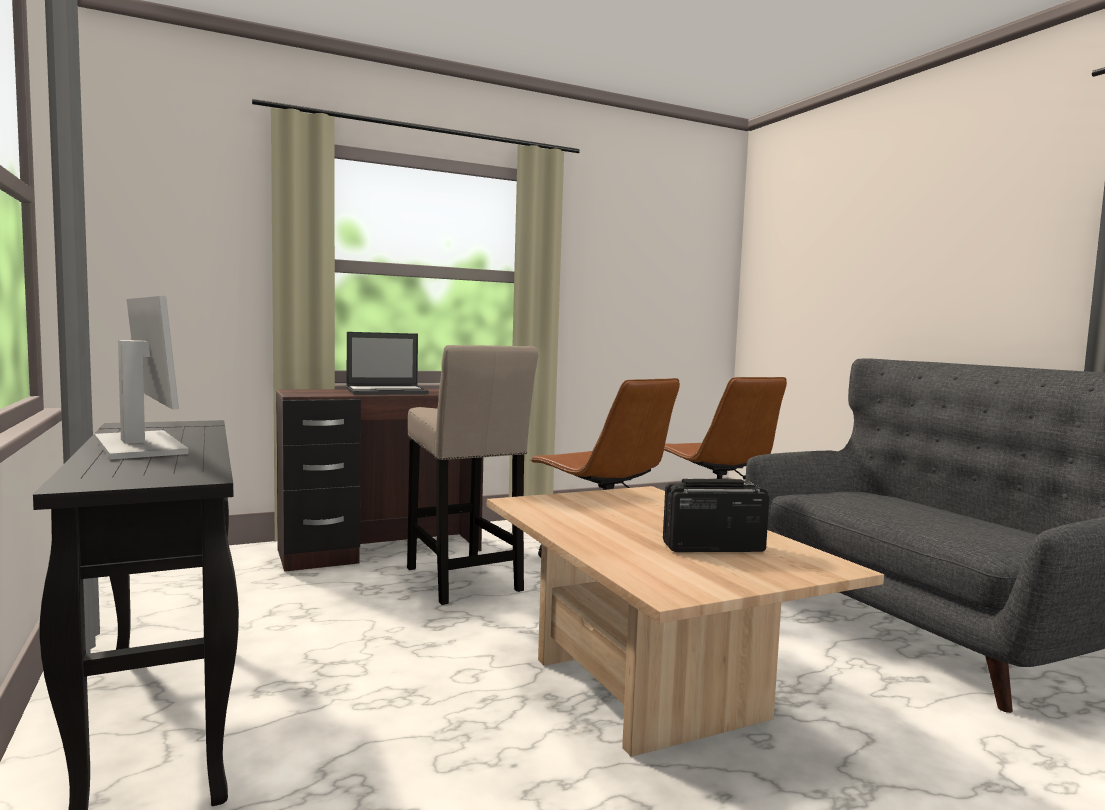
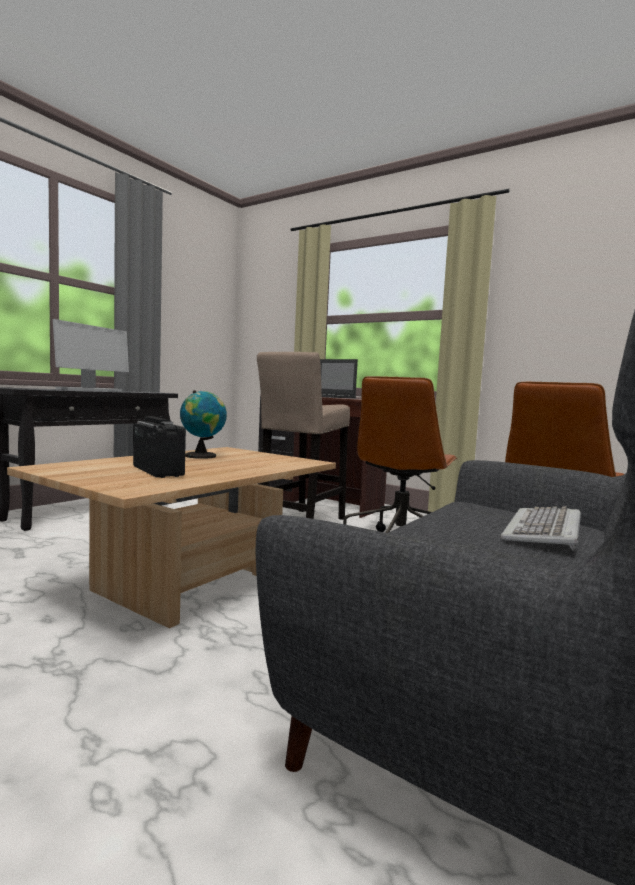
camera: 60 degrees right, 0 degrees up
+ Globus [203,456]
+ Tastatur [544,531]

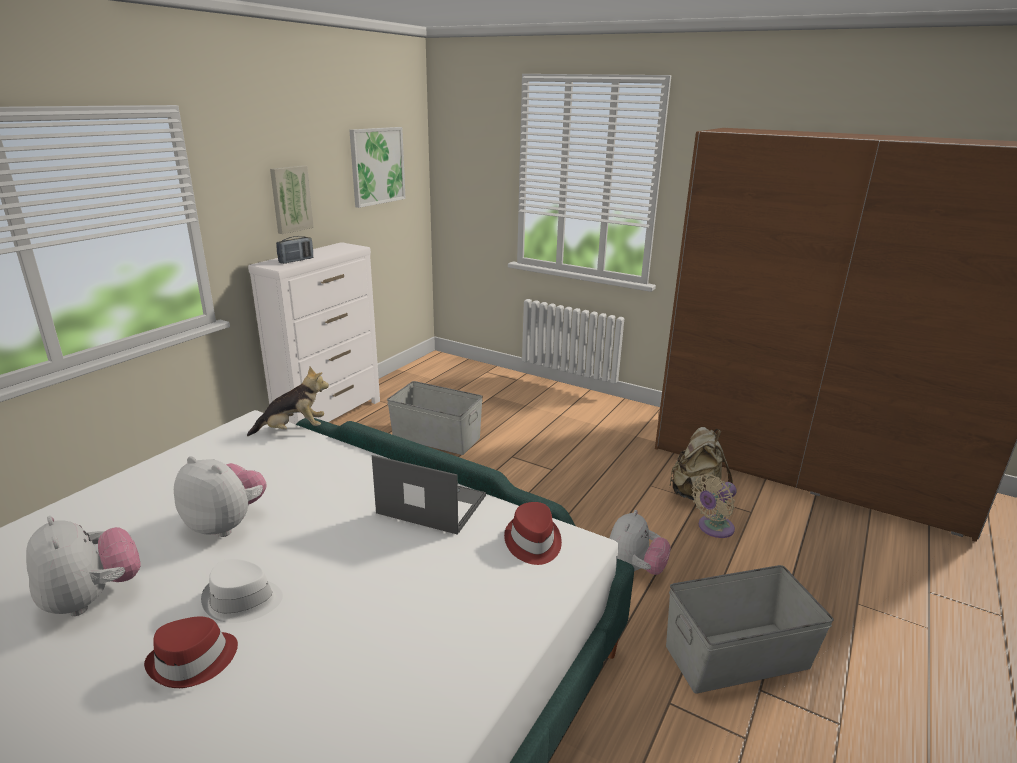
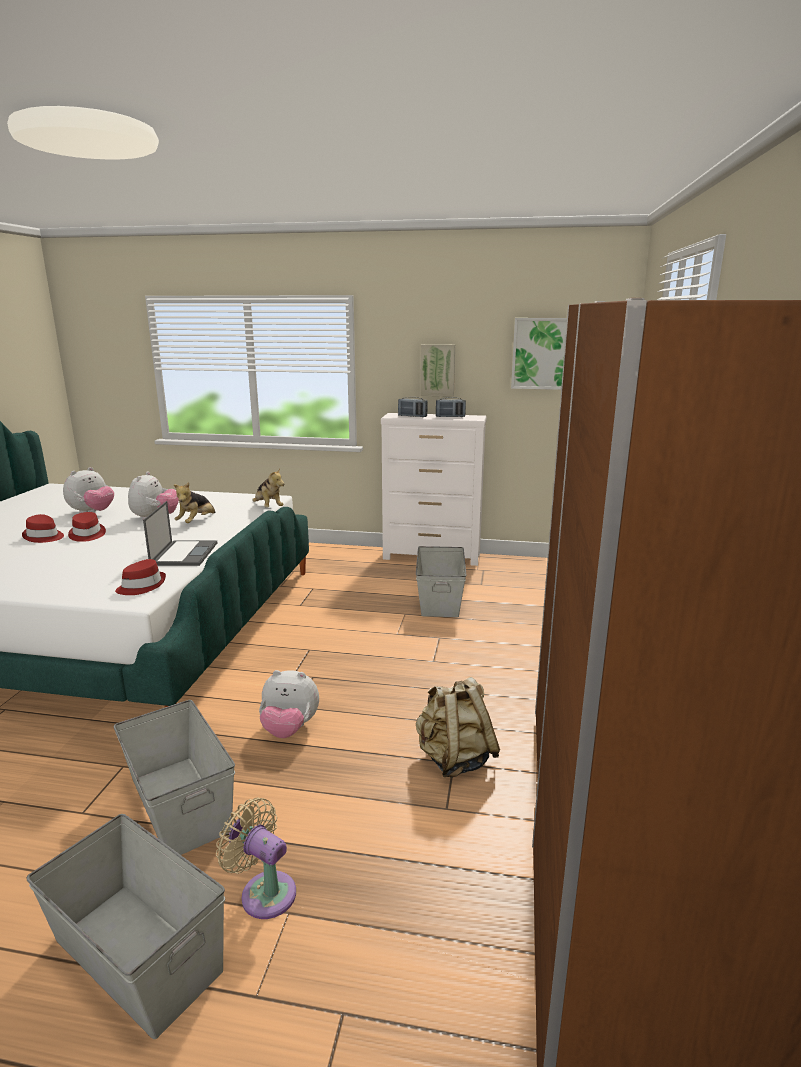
camera: 70 degrees right, 5 degrees down
~ Ventilator/beige [713,528] to [264,891]
~ Hut/weiß [242,601] to Hut/rot [87,535]
+ Radio [450,417]
+ Plüschtier [196,522]
+ Aufbewahrungsbox/grau [137,956]

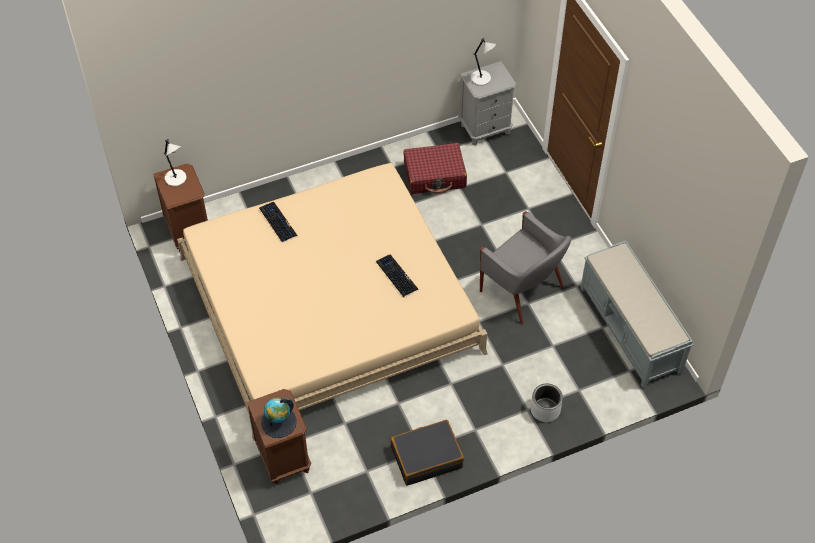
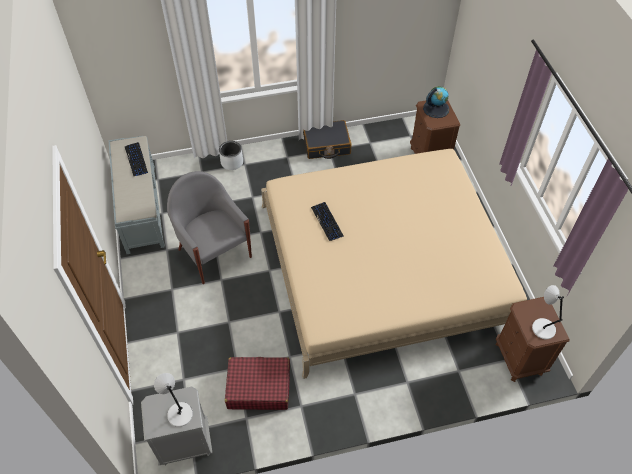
camera: 170 degrees left, 0 degrees up
~ Tastatur [278,222] to [136,160]

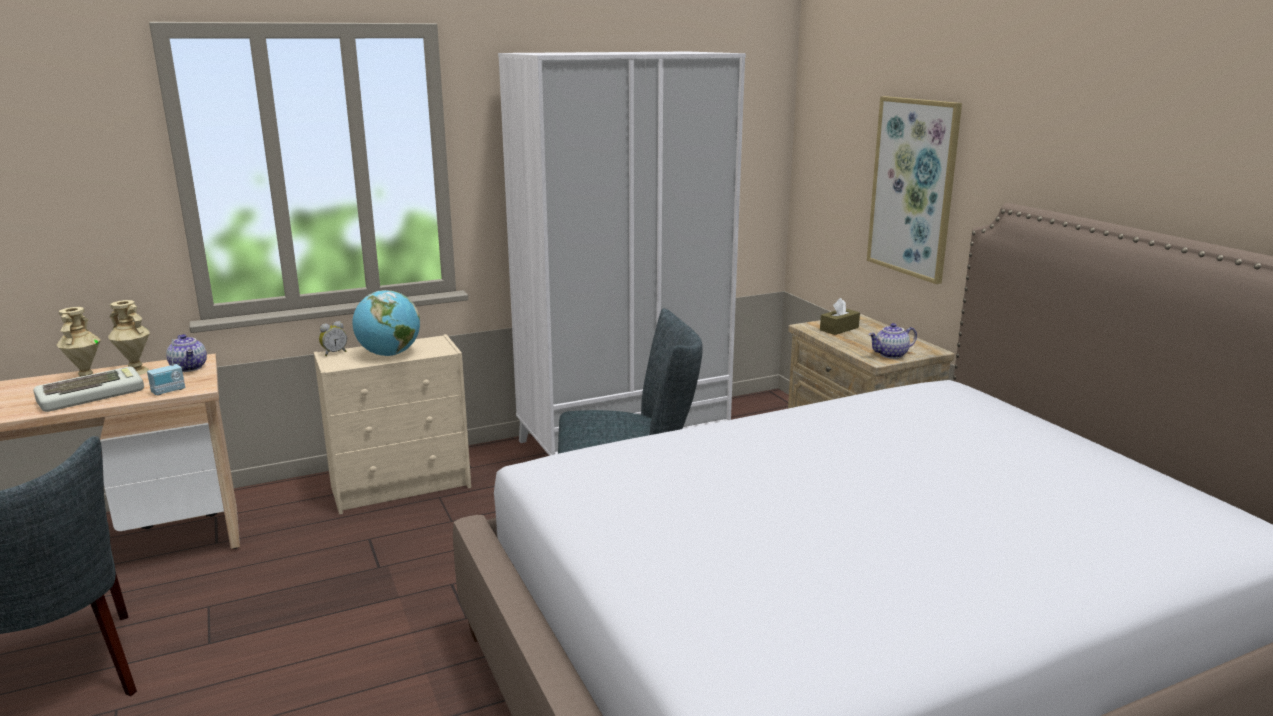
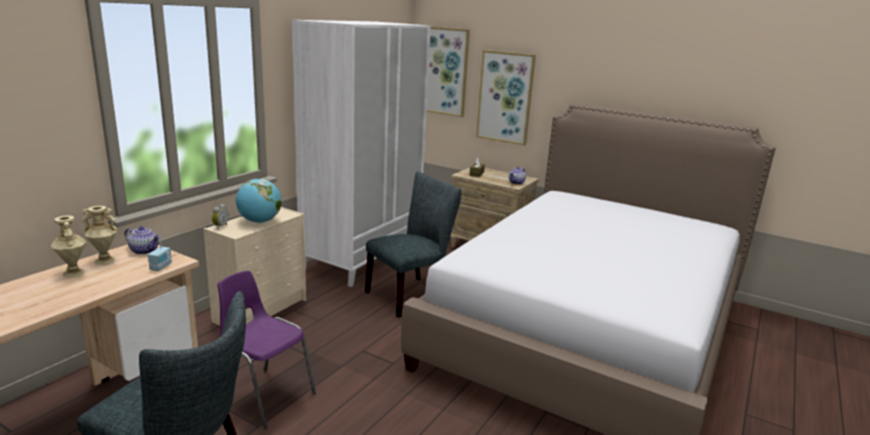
camera: 35 degrees left, 0 degrees up
- Tastatur [92,395]
+ Bild [443,71]
+ Stuhl/lila [265,395]

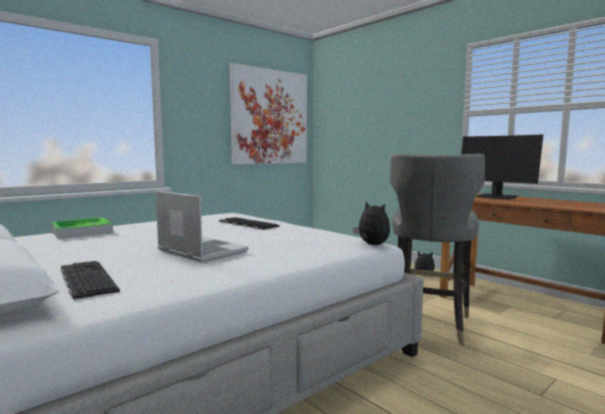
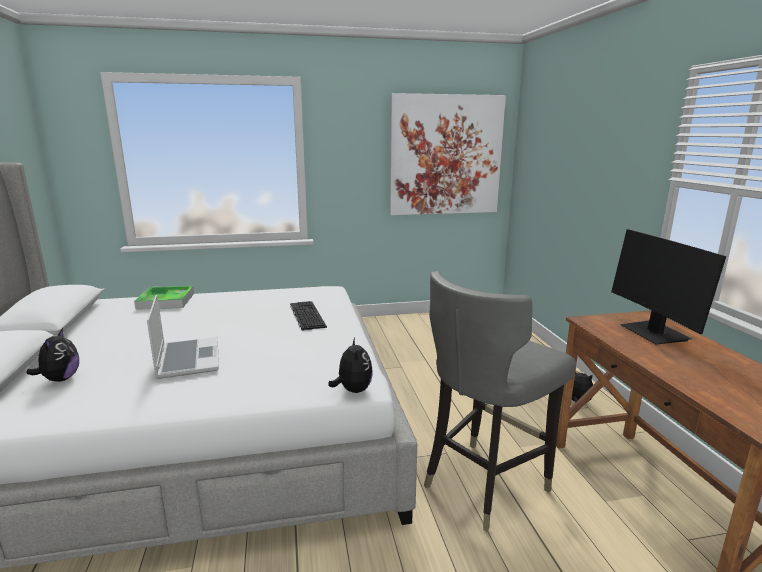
camera: 30 degrees right, 10 degrees up
~ Tastatur [85,279] to Plüschtier [60,379]

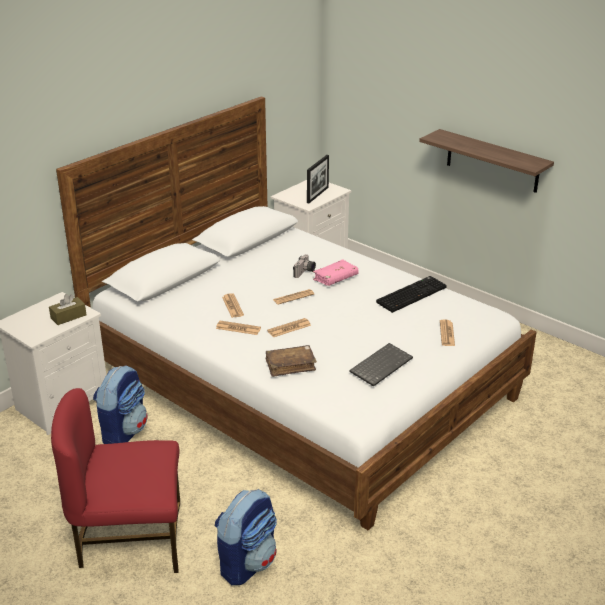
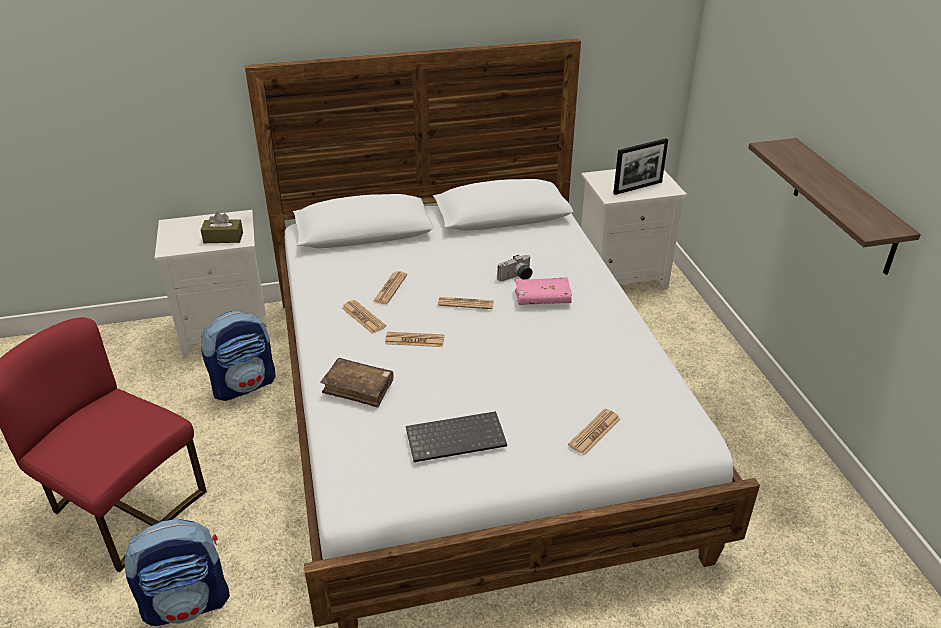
camera: 35 degrees right, 5 degrees up
- Tastatur [411,294]

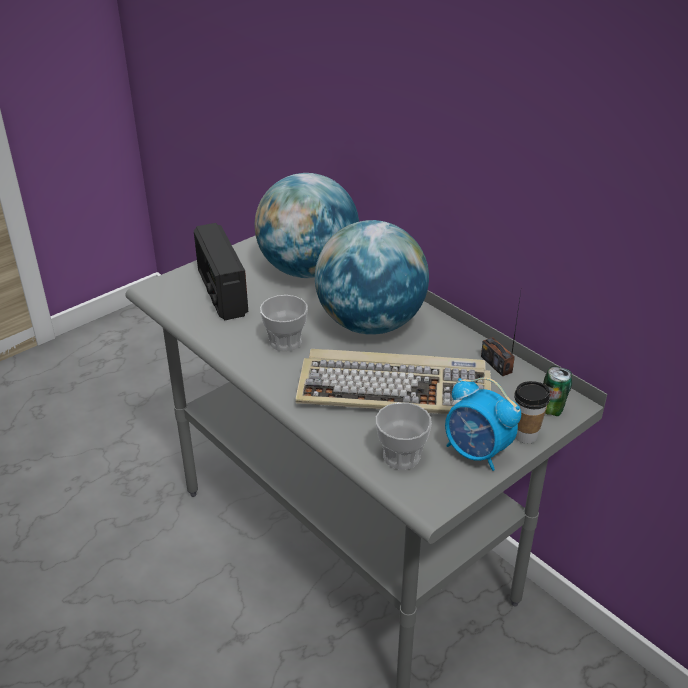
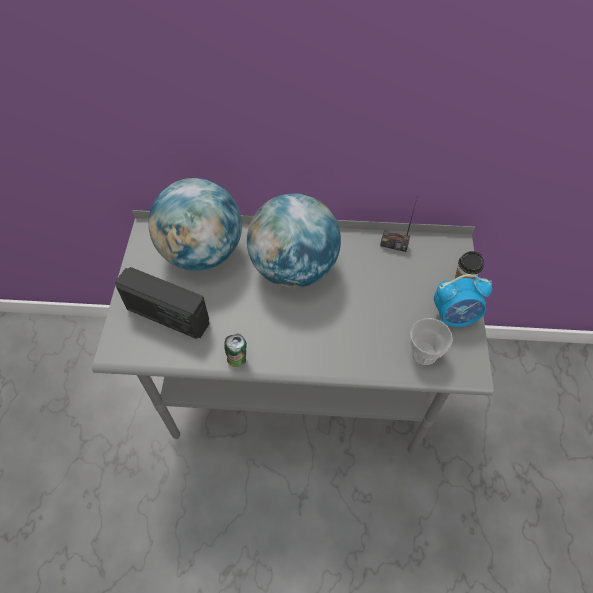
camera: 45 degrees left, 20 degrees up
- Tasse [285,342]
- Tastatur [396,389]
~ Dose [551,410] to [237,359]

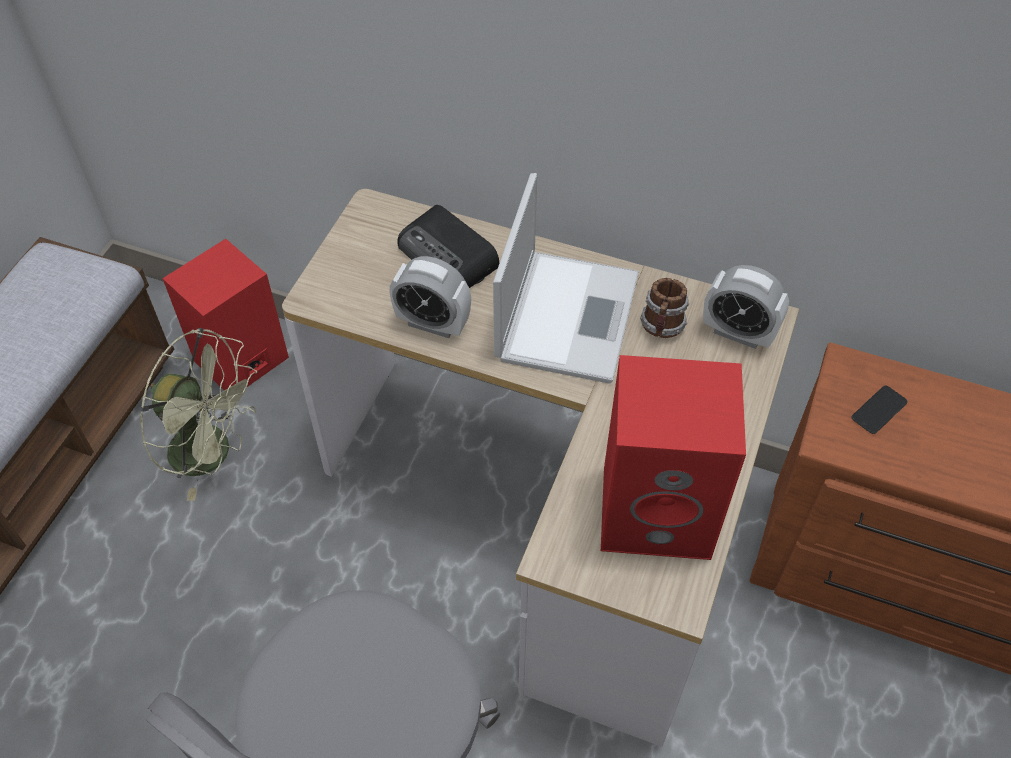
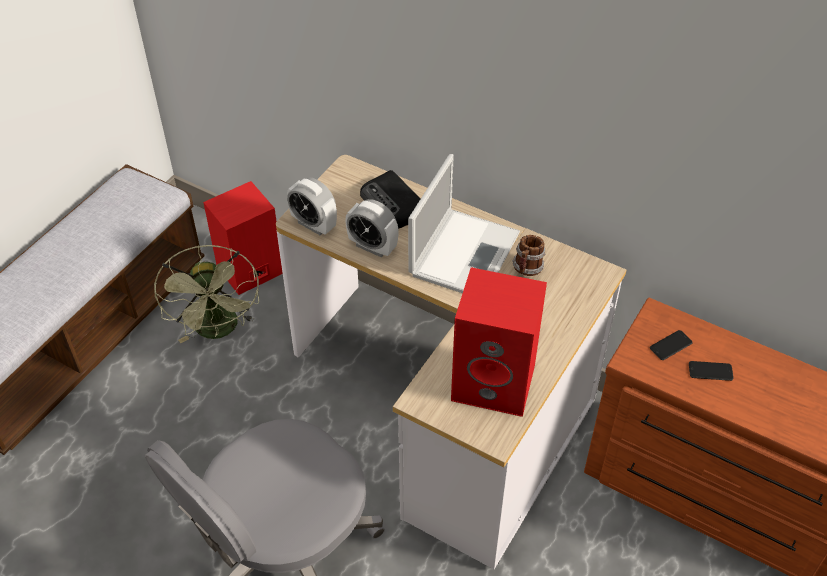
camera: 10 degrees right, 5 degrees down
~ Wecker [738,333] to [314,225]
~ Ventilator/grün [213,453] = [219,330] 45 degrees clockwise
+ Handy [710,371]

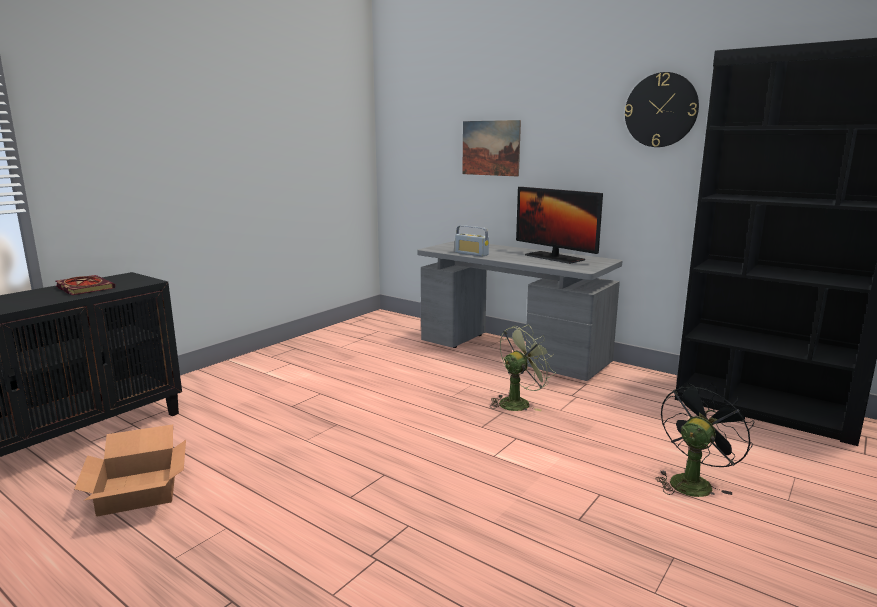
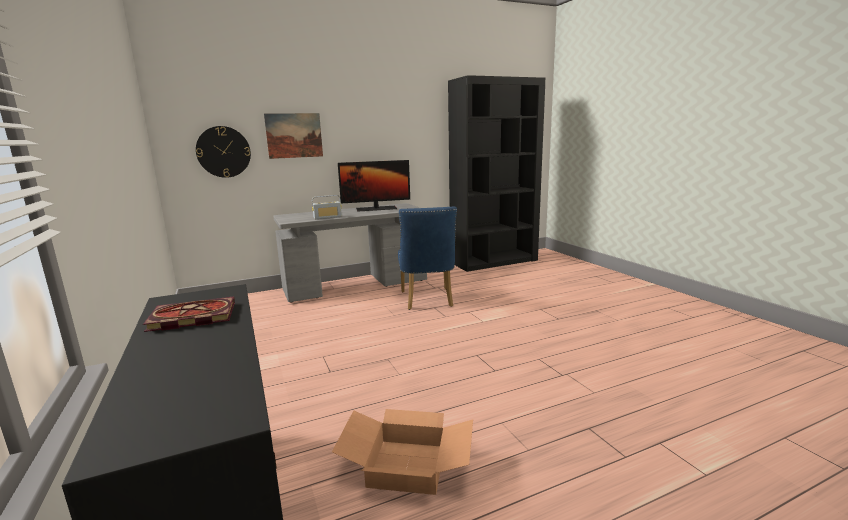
camera: 60 degrees left, 0 degrees up
~ Wanduhr [661,110] to [223,152]
~ Ventilator/grün [518,402] to Stuhl/blau [427,301]
- Ventilator/schwarz [693,481]

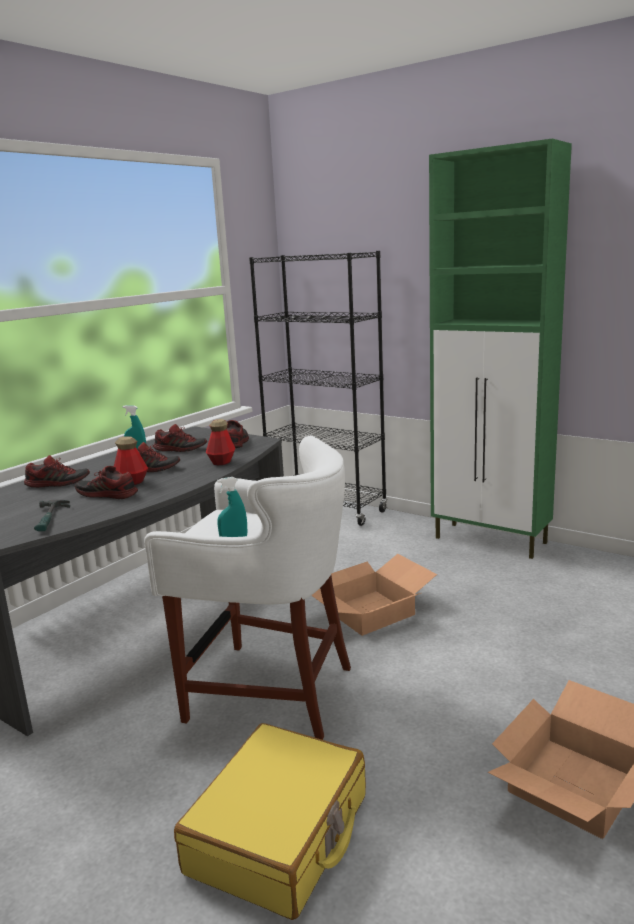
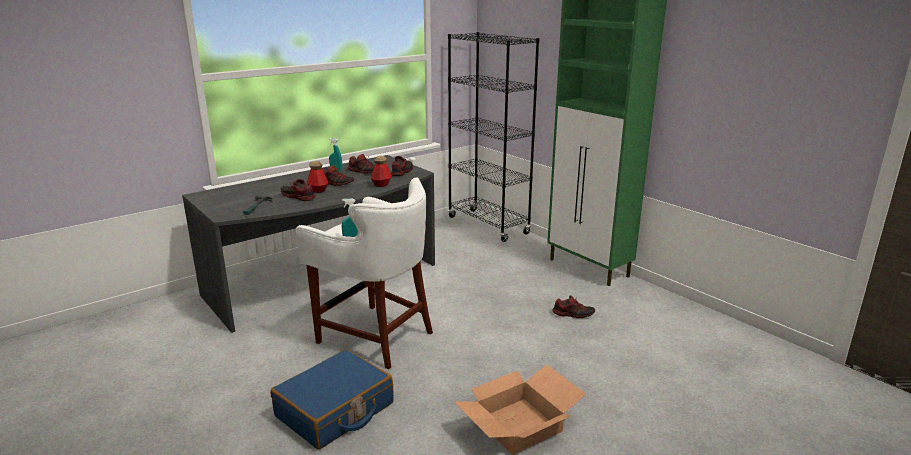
camera: 15 degrees right, 5 degrees up
~ Schuh [58,483] to [573,314]
- Karton [370,611]
~ Koffer/gelb [279,835] to Koffer/blau [335,410]

